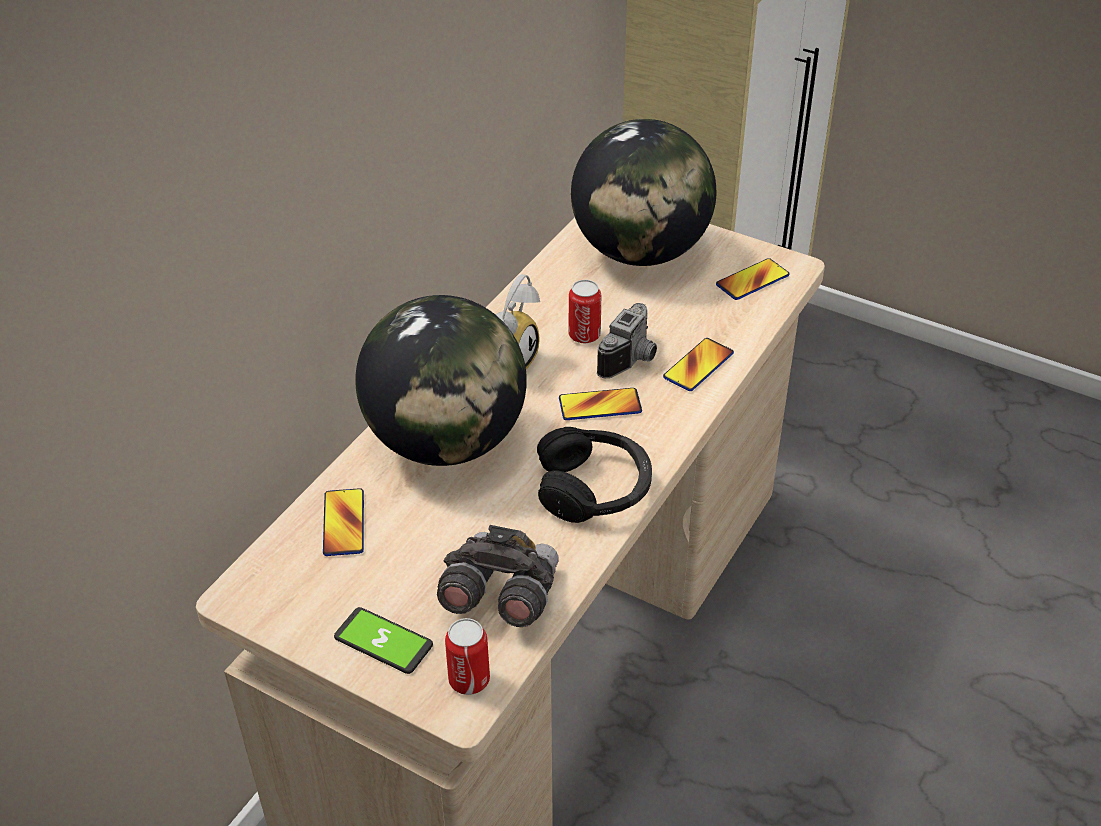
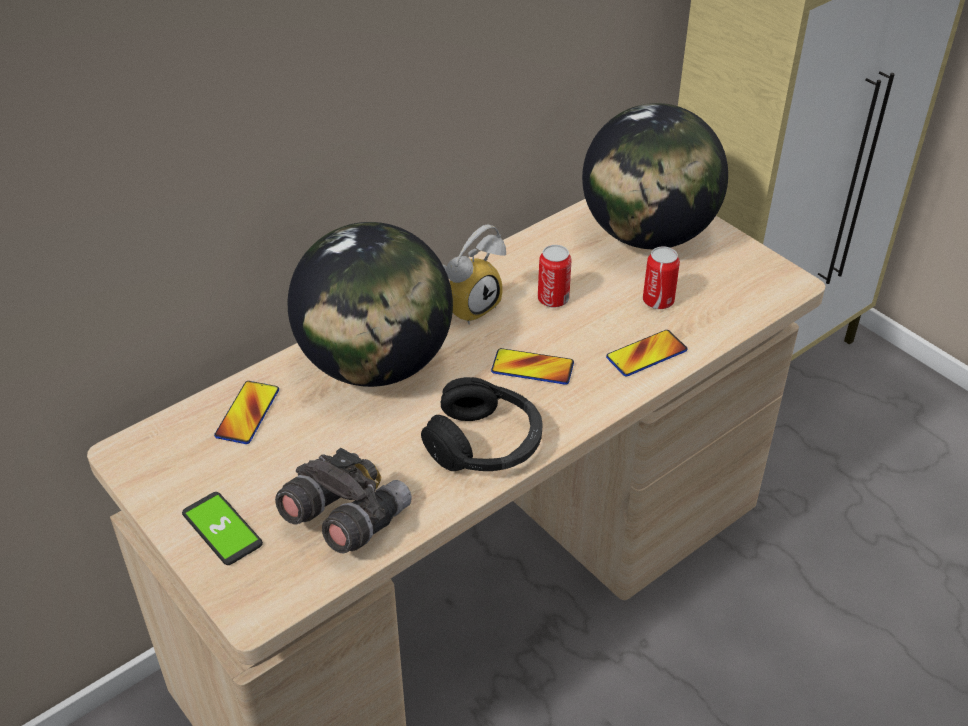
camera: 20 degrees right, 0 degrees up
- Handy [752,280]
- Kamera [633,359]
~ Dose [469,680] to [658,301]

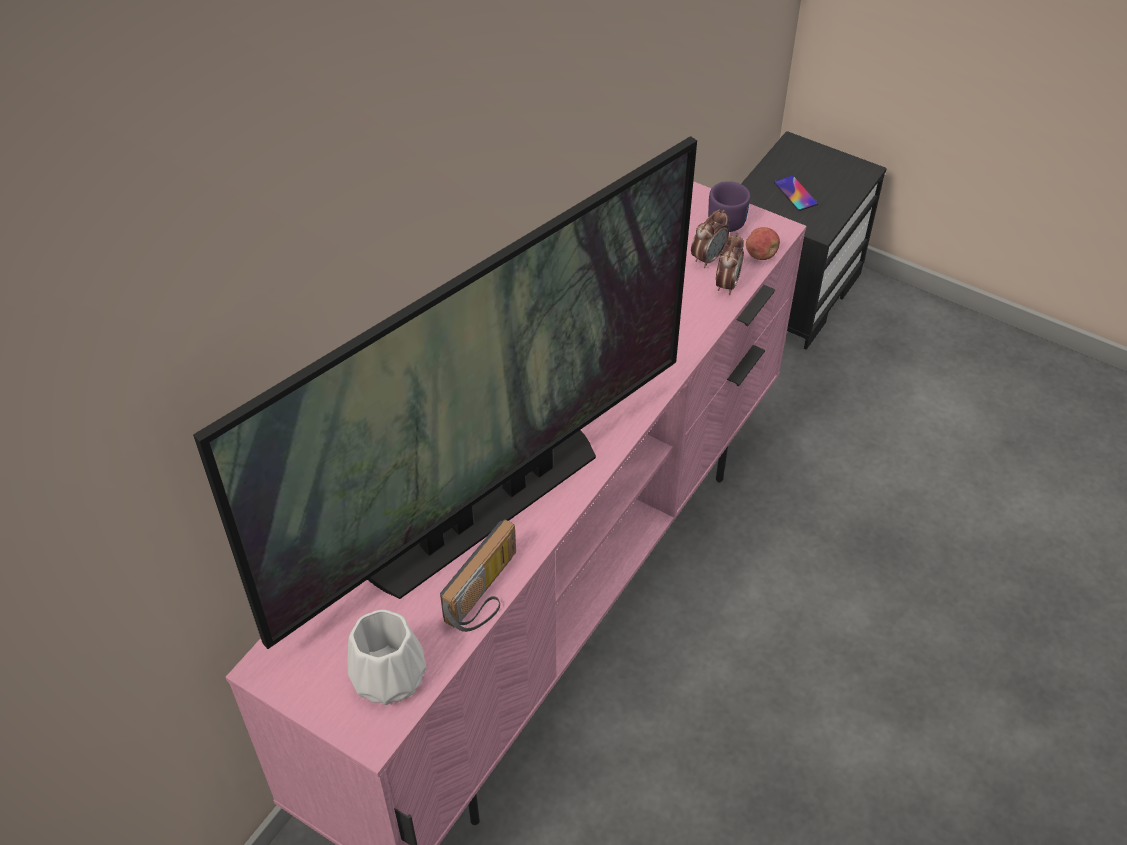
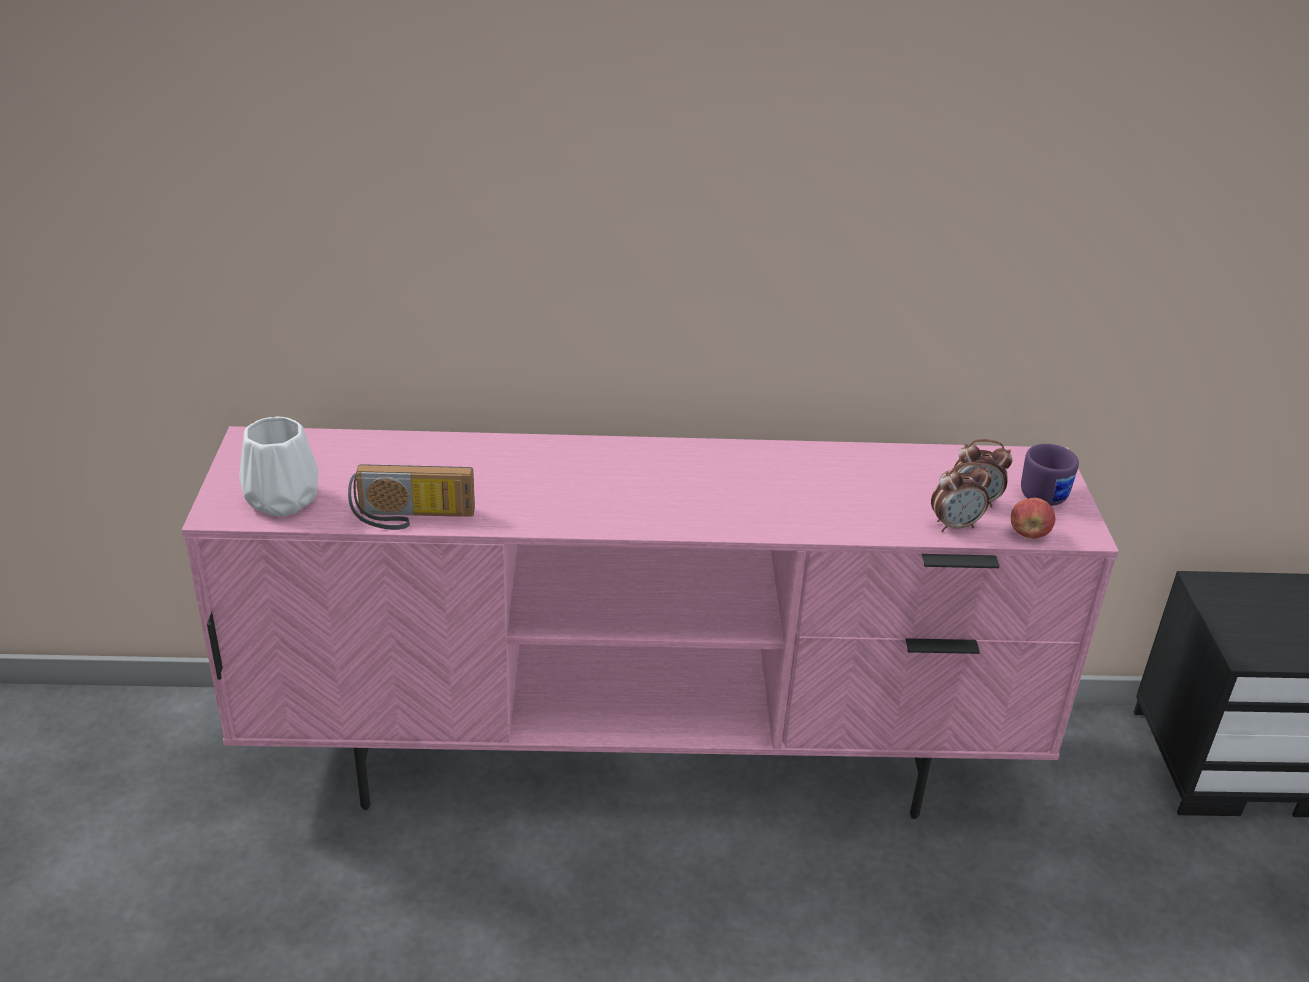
camera: 55 degrees right, 15 degrees down
- Fernseher [483,508]
- Handy [795,193]

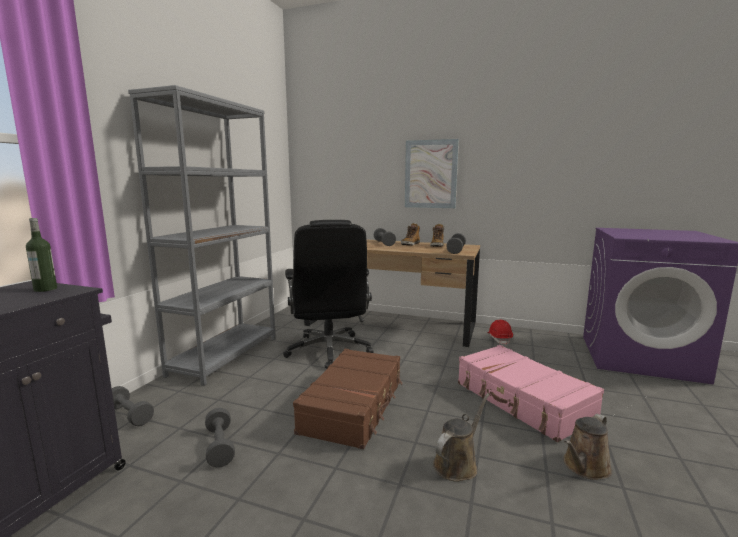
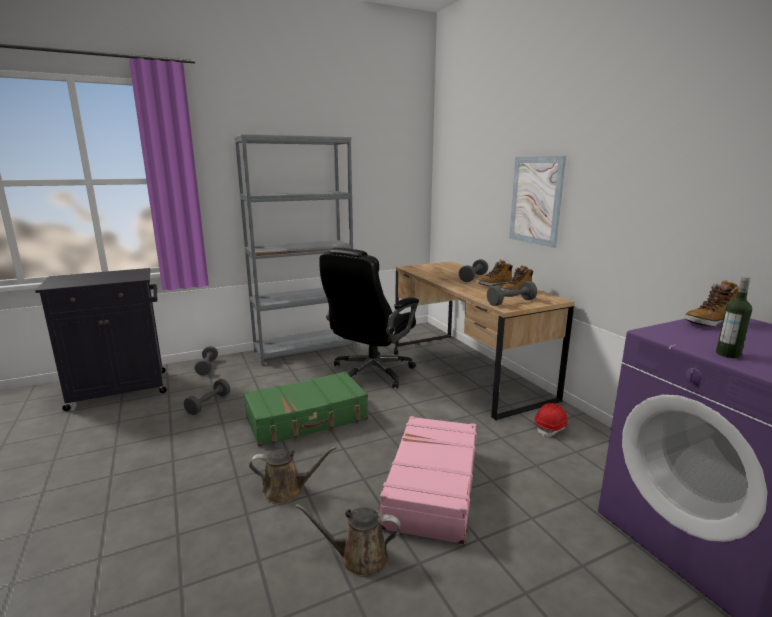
camera: 45 degrees right, 5 degrees up
~ Flasche [45,289] to [728,354]
~ Koffer/braun [354,406] to Koffer/grün [307,419]
+ Stiefel [710,322]

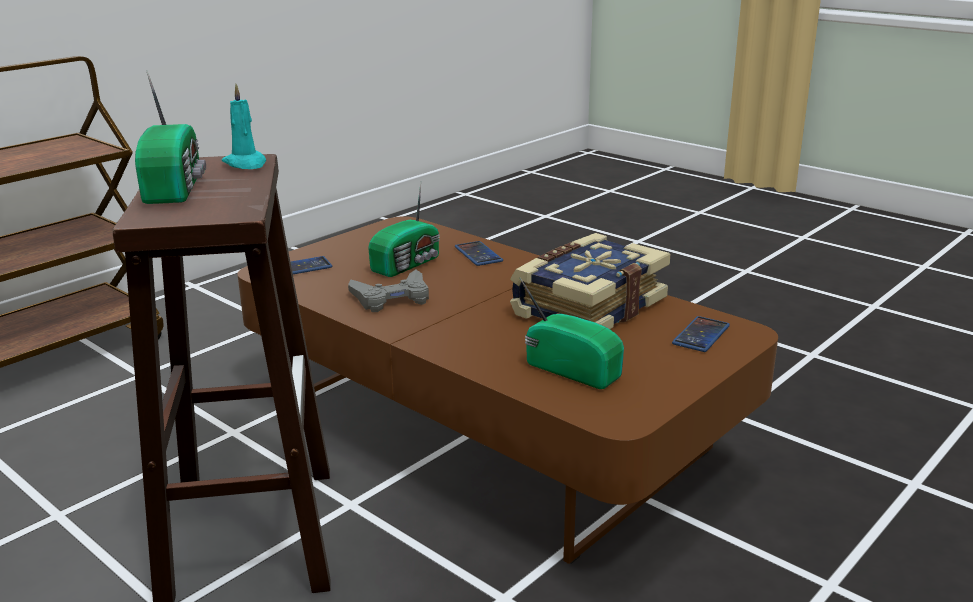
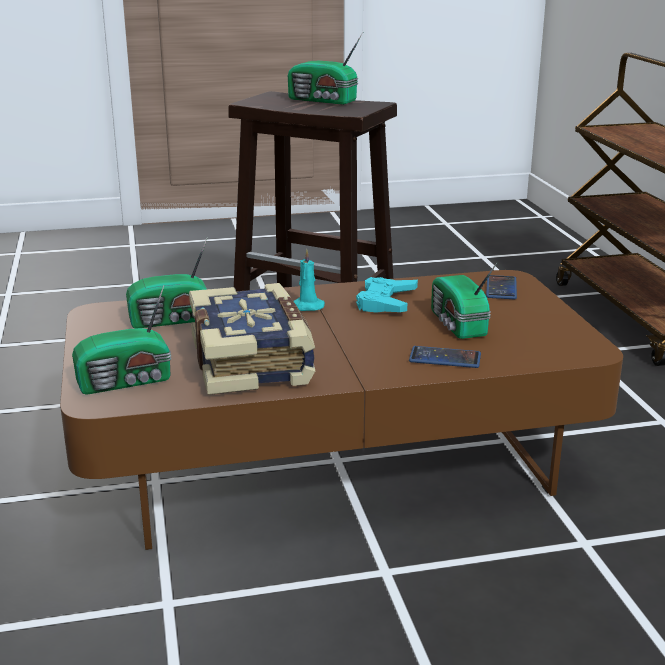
camera: 125 degrees right, 0 degrees up
~ Kerze/türkis [246,164] to [305,307]
~ Gamepad/grau [392,298] to Gamepad/türkis [386,302]
~ Handy [701,335] to Radio [127,382]

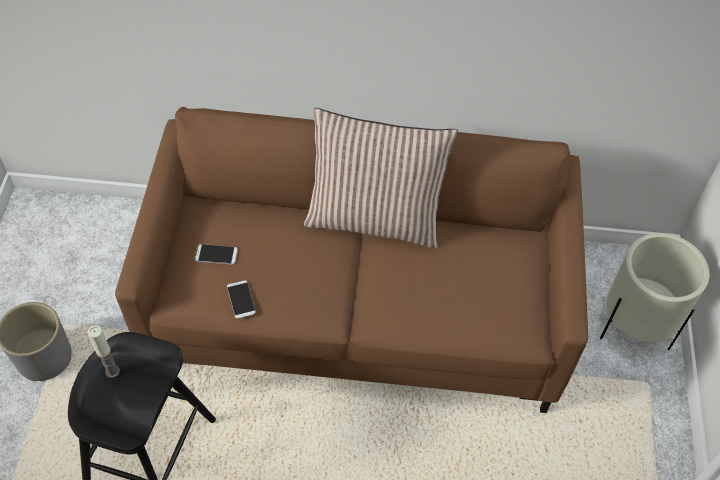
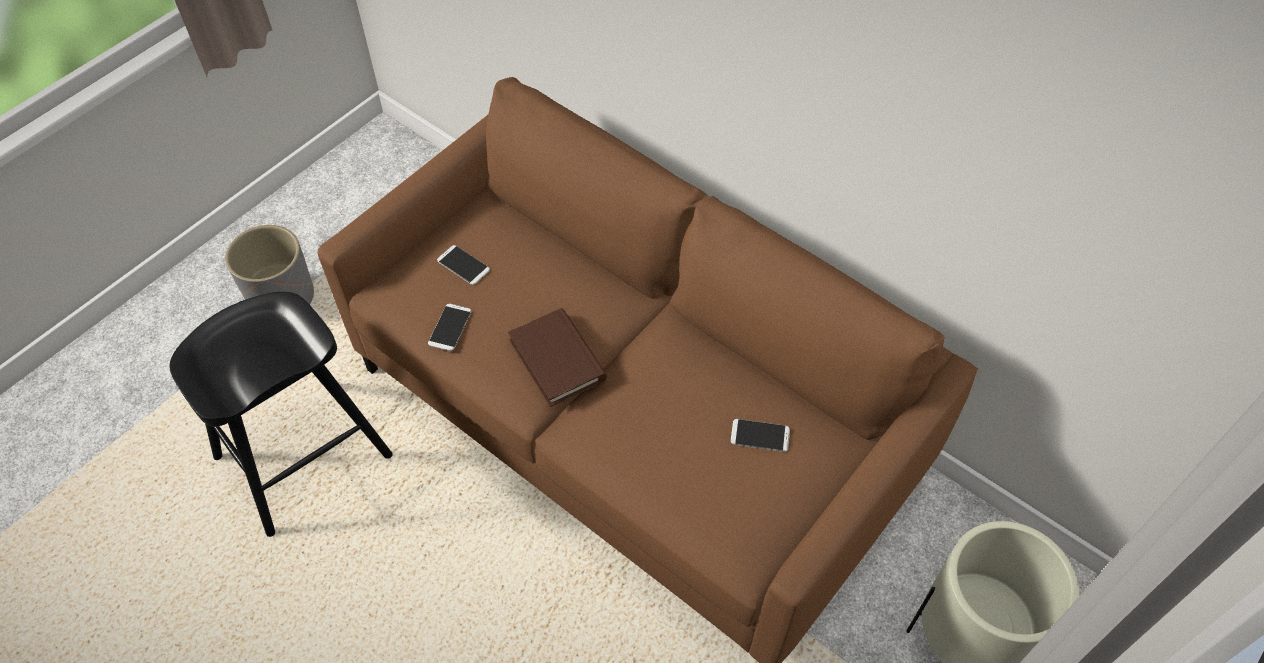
camera: 35 degrees right, 0 degrees up
- Kissen [375,218]
- Kerze [112,371]
+ Buch/braun [557,360]
+ Handy [760,435]

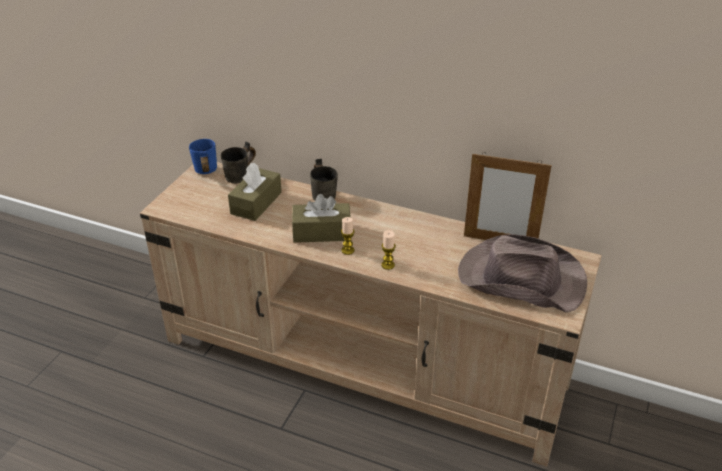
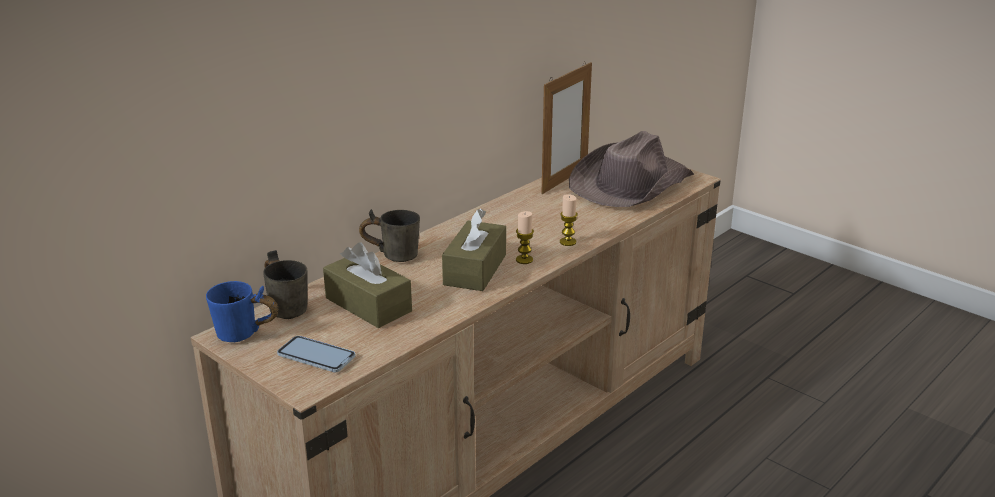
camera: 70 degrees left, 10 degrees down
+ Handy [316,356]

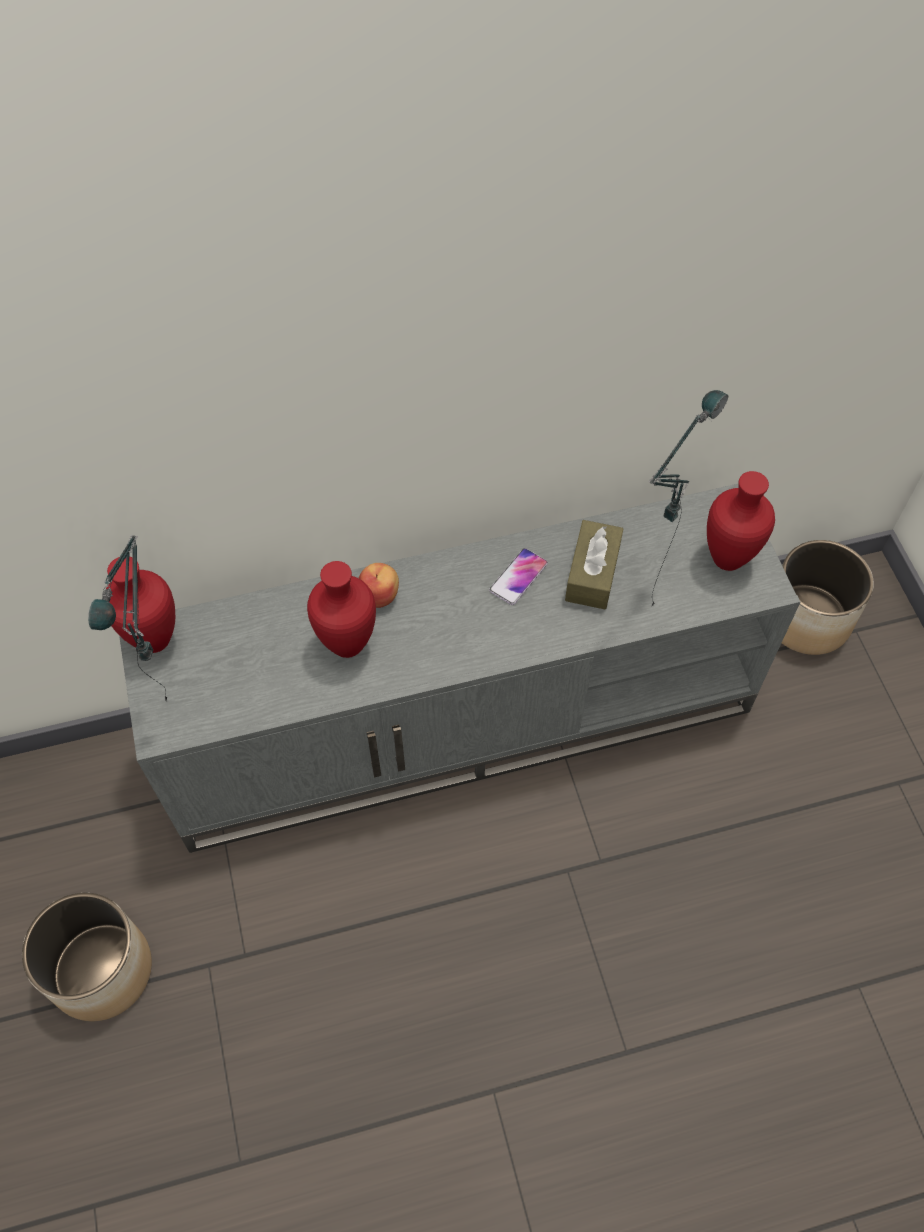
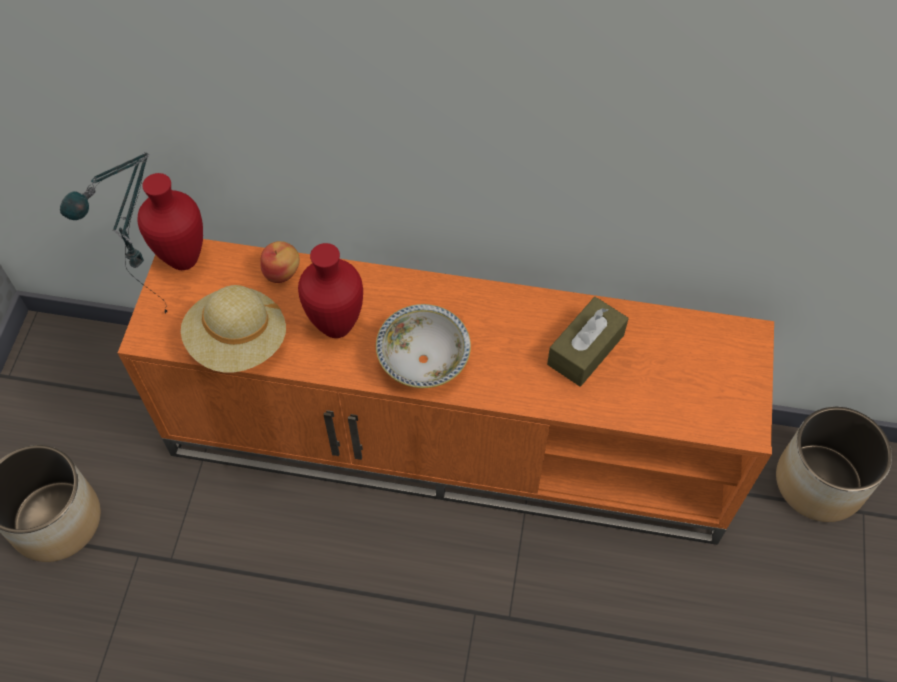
camera: 25 degrees right, 0 degrees up
- Tischlampe [650,590]
- Vase/rot [729,558]
~ Fernsehschrank/grau [463,718] to Fernsehschrank/orange [452,439]
- Handy [518,577]
~ Apfel [380,595] to [282,272]
+ Hut/beige [238,342]
+ Schüssel [423,360]

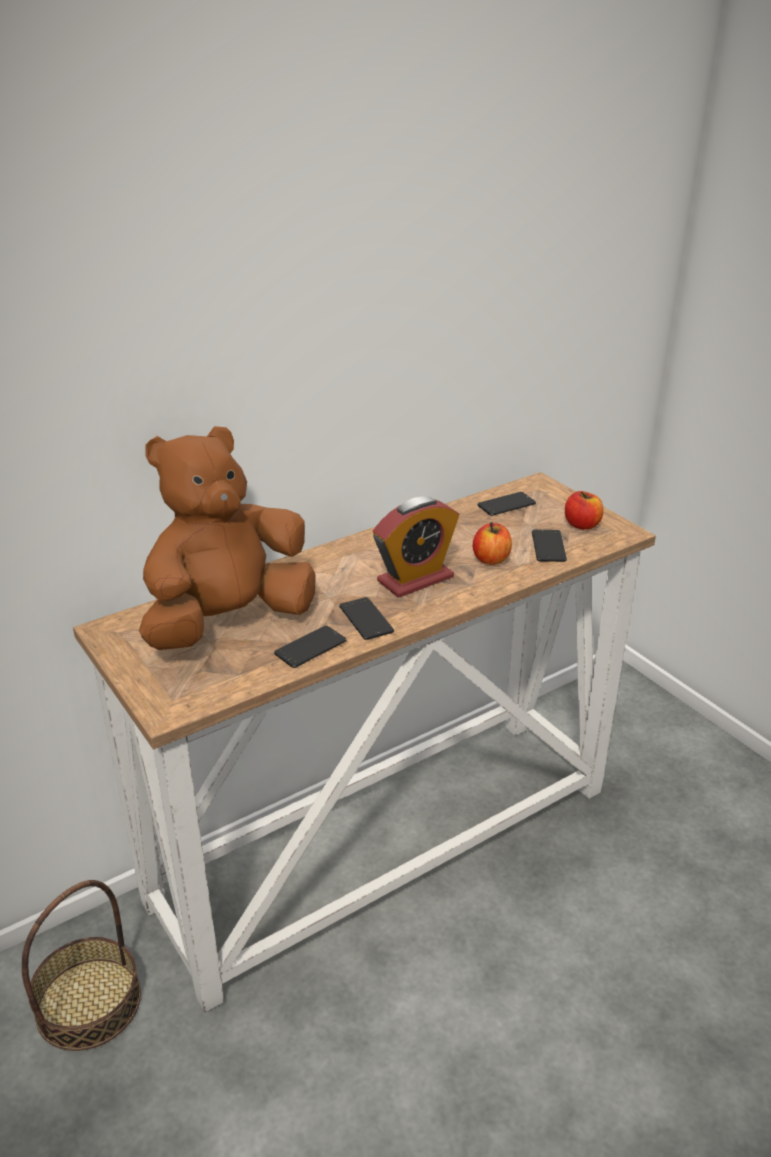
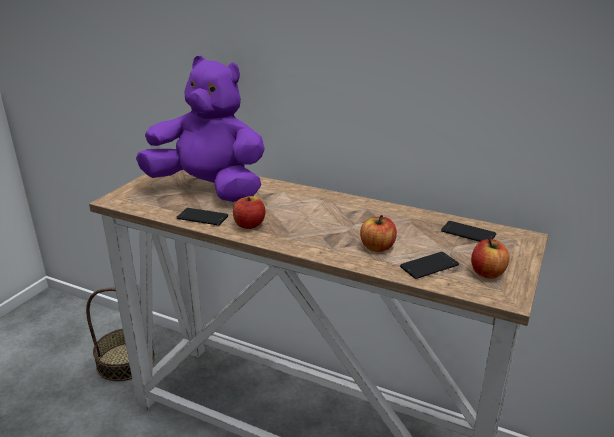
camera: 60 degrees right, 5 degrees down
~ Plüschtier/braun [228,621] to Plüschtier/lila [209,189]
- Wecker [415,579]
~ Handy [366,619] to Apfel [249,225]

